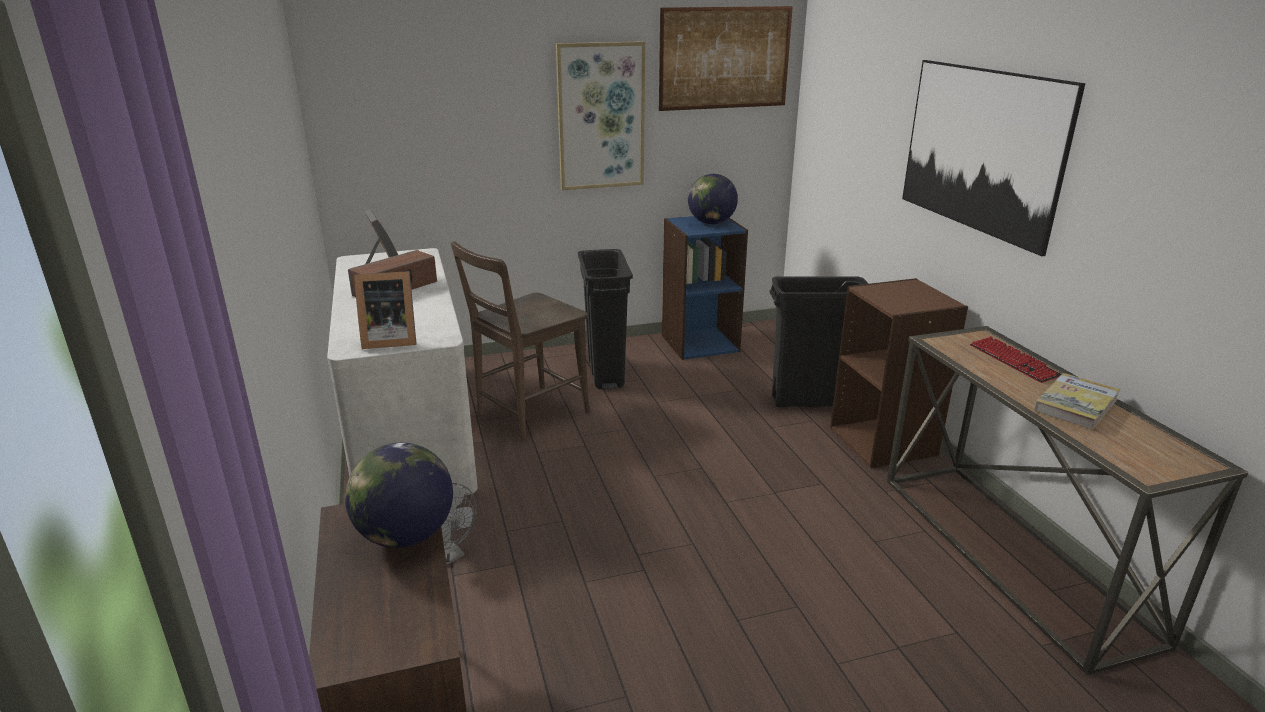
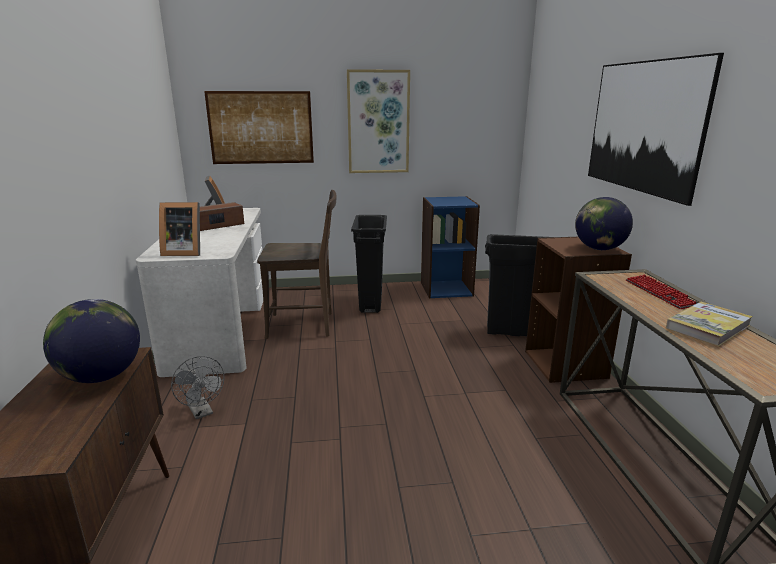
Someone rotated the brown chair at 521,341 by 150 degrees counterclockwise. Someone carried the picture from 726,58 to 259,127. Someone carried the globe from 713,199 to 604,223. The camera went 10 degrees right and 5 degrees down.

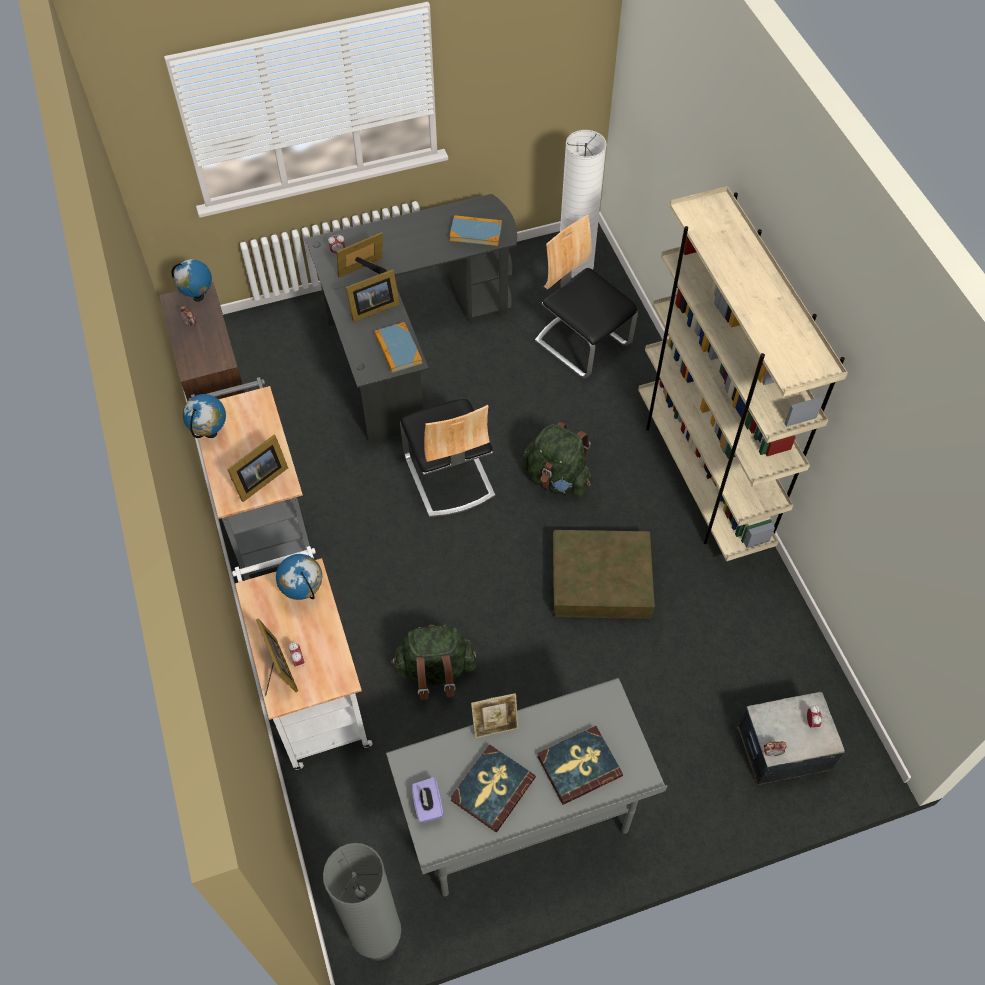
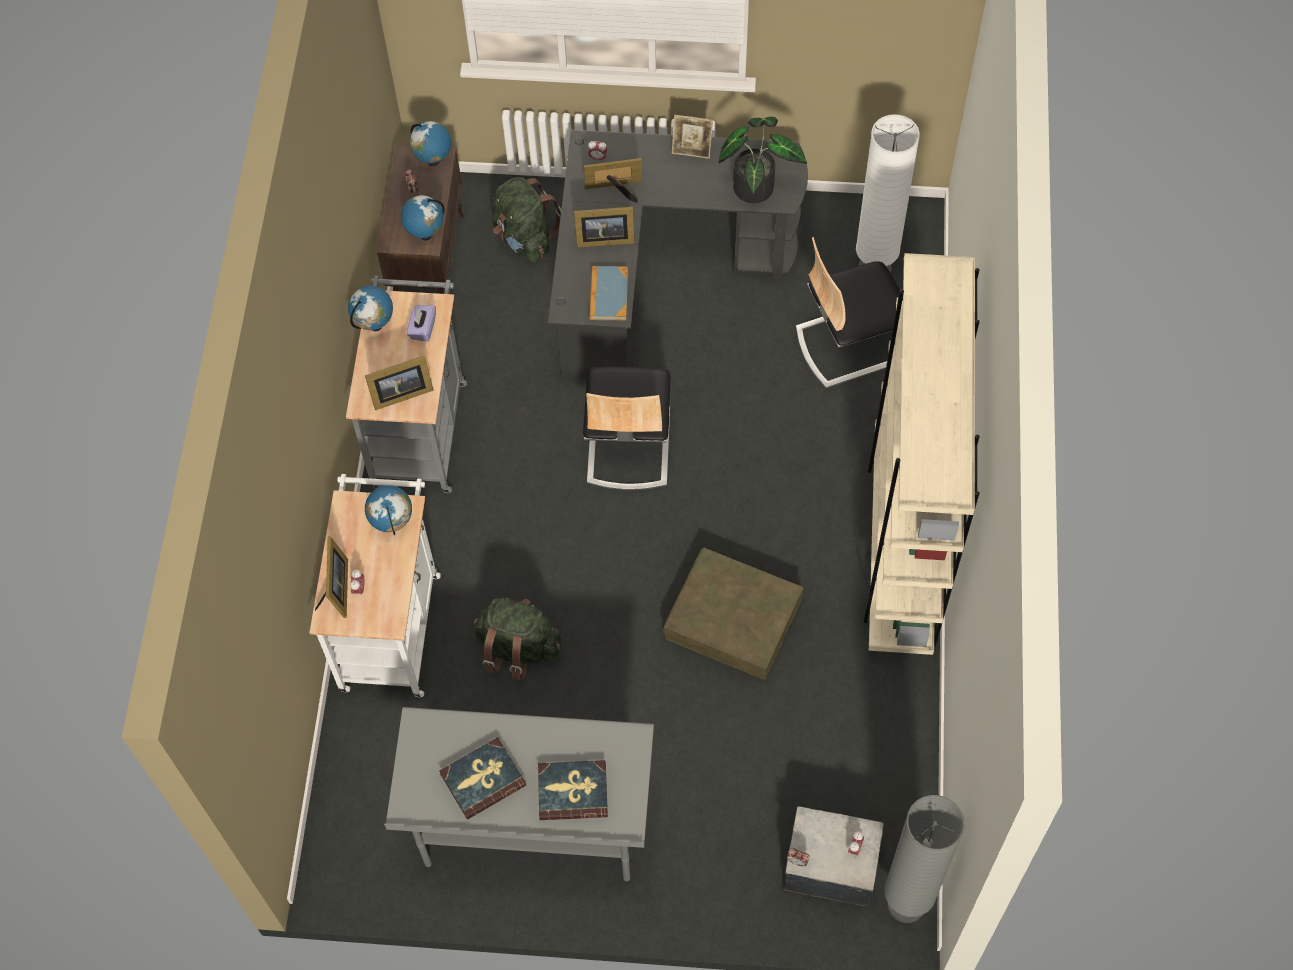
Someone carried the grey floor lamp from 362,902 to 925,859. Someone carried the purple tissue box from 428,800 to 421,323. Someone swapped the book at 475,230 for the potted plant at 763,160. Someone carried the picture frame from 494,716 to 692,137. Someone carried the green backpack from 556,459 to 526,219. Someone rotated the chair at 586,296 by 90 degrees counterclockwise. Someone put down the globe at 423,217. The camera went 25 degrees right and 5 degrees up.

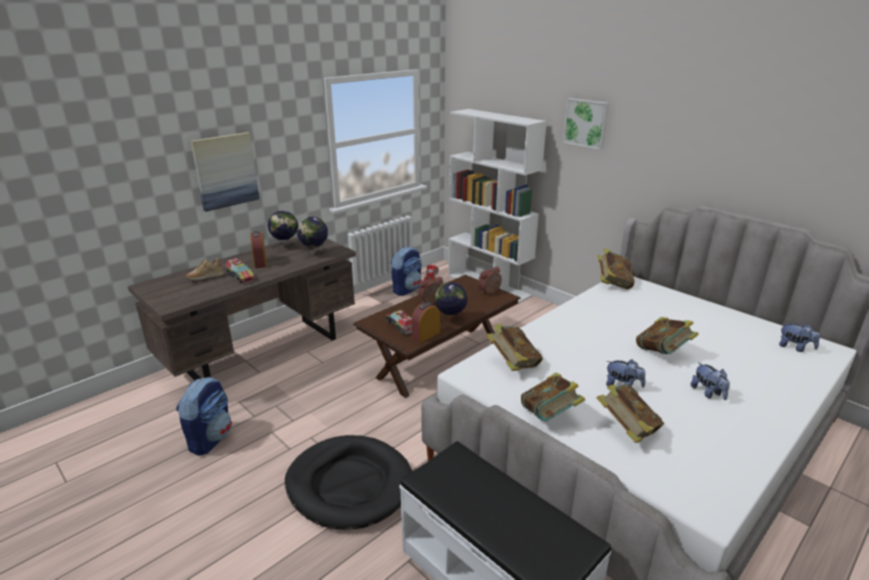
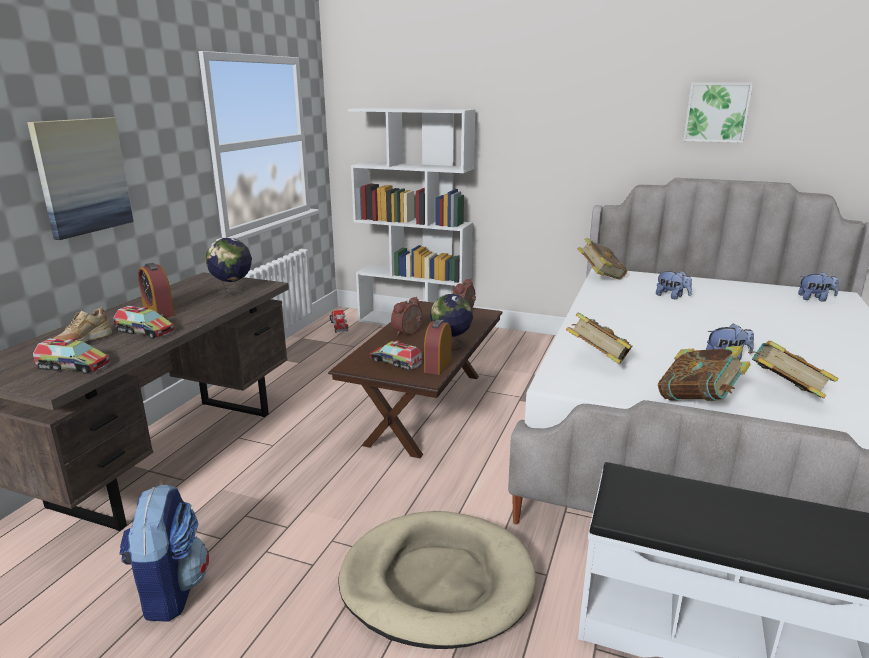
Someone took away the globe at 283,230. Someone repainted the black dog bed at 348,482, which became the beige dog bed at 437,580. Someone took away the backpack at 406,271. Someone carried the picture from 586,124 to 718,113. Someone took away the book at 667,335. Someone carried the plush toy from 710,381 to 674,285. Someone put down the toy truck at 71,356. The camera went 25 degrees left and 5 degrees down.

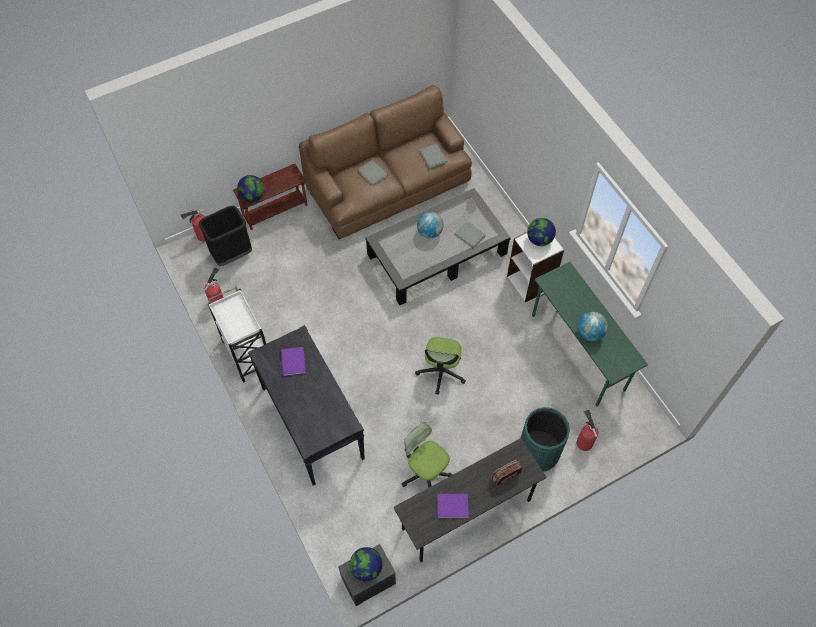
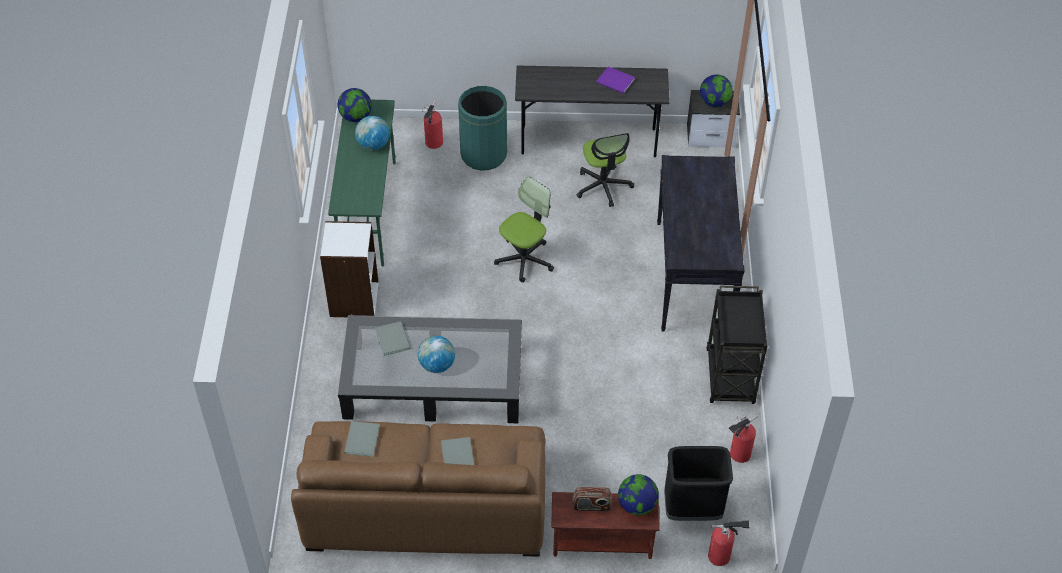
Someone repainted the white cart at 236,334, which became the black cart at 737,345. Someone took away the purple book at 293,361. Someone carried the radio from 506,472 to 592,499. Someone carried the globe from 541,232 to 355,105. The camera went 150 degrees left and 10 degrees down.

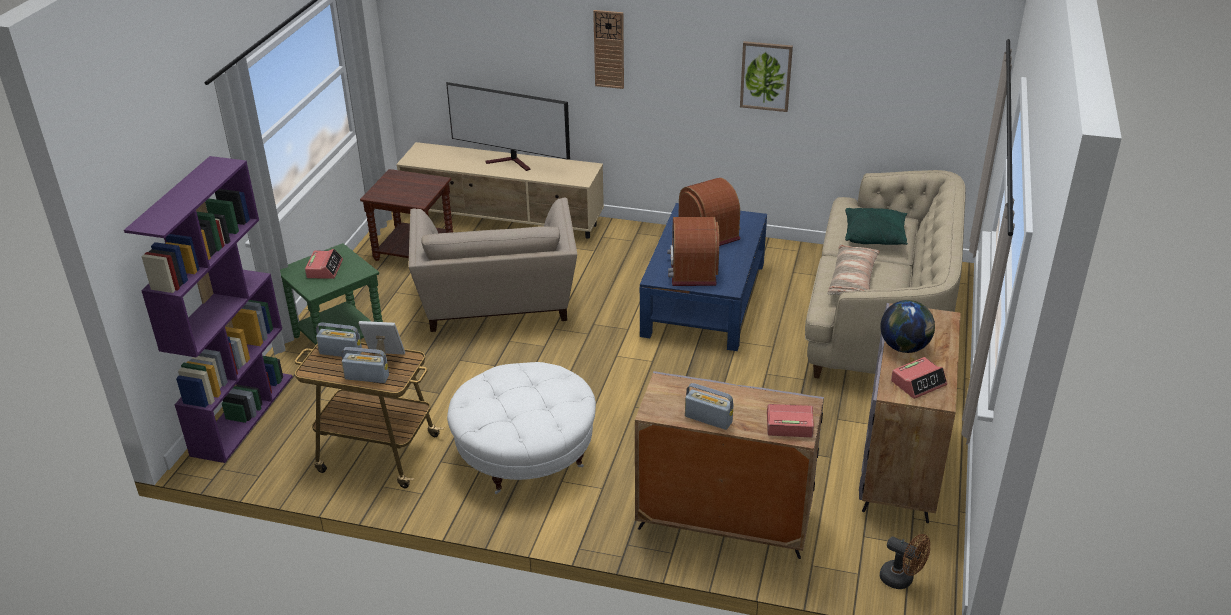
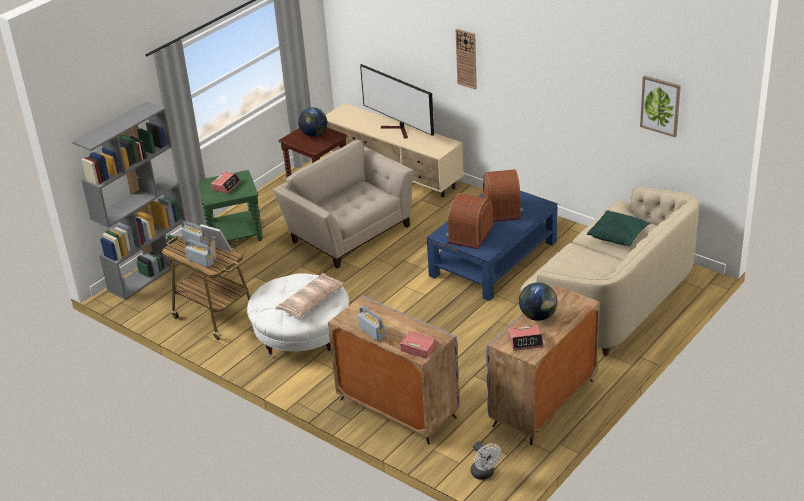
Someone repainted the purple bookcase at 208,309, which became the grey bookcase at 129,200. Someone rotated the beige armchair at 493,265 by 120 degrees clockwise. Someone carried the picture from 766,76 to 660,106. Someone carried the pillow from 853,270 to 310,296. Someone repainted the brown fan at 905,561, which became the white fan at 486,461. Someone put down the globe at 312,122. The camera went 25 degrees right and 0 degrees up.

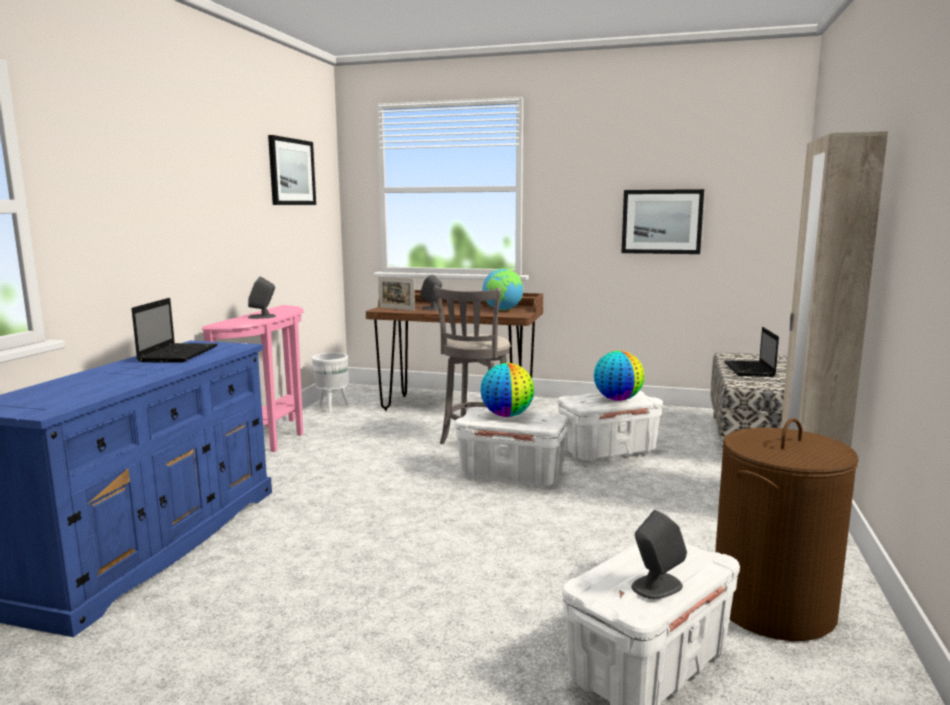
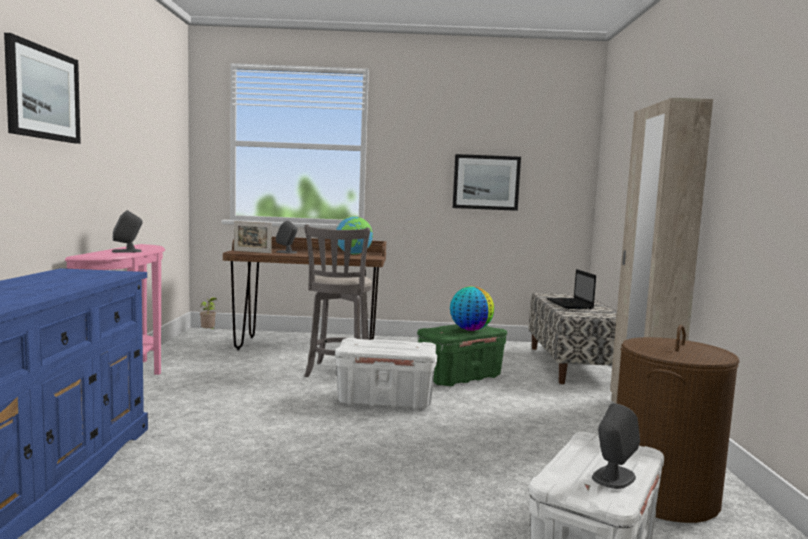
Someone took away the laptop at 175,330. Someone carried the picture from 292,170 to 42,88. Someone took away the white planter at 330,383. Someone took away the globe at 507,390. Someone repainted the white storage box at 610,426, which became the green storage box at 462,355. Someone put down the potted plant at 208,313. The camera went 15 degrees left and 5 degrees down.

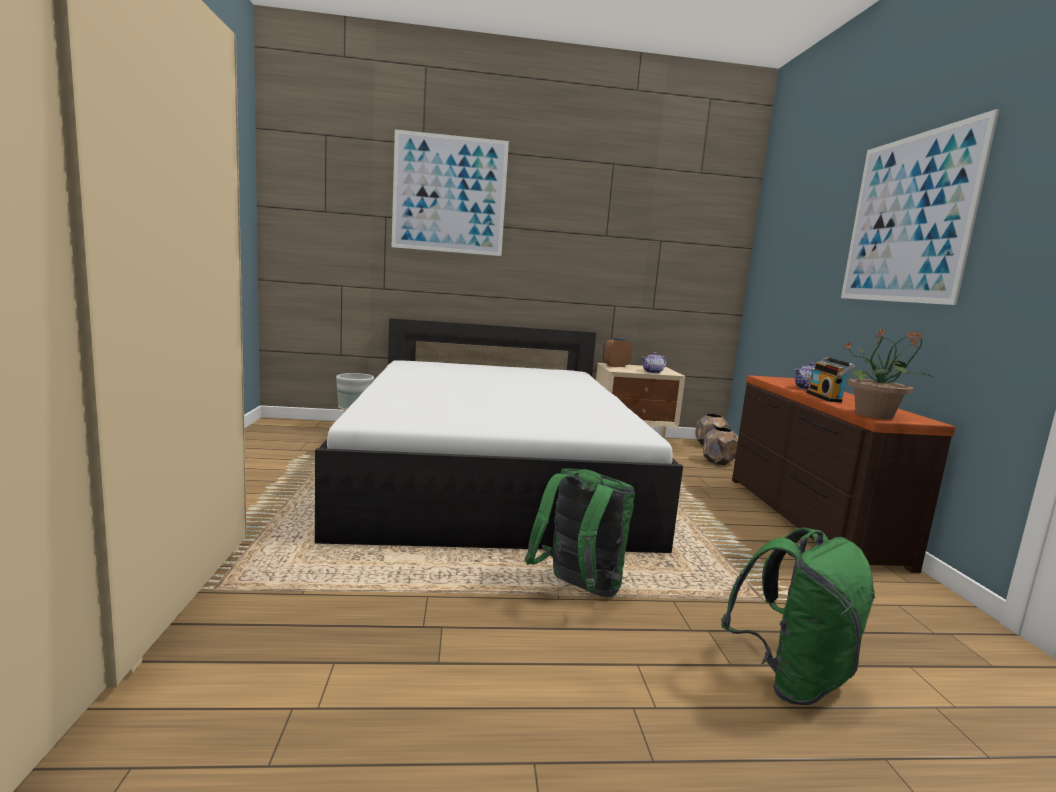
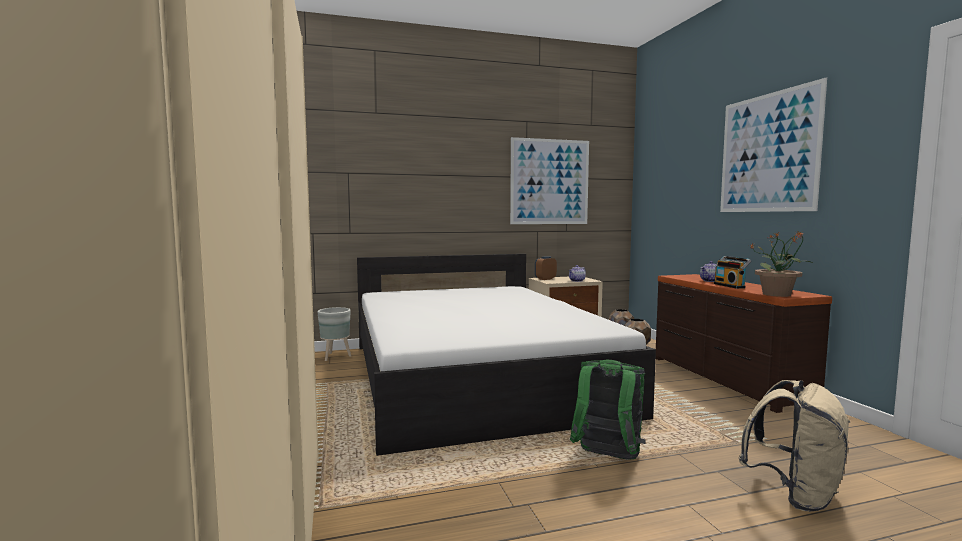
Someone carried the picture from 450,193 to 549,180. Someone repainted the green backpack at 798,616, which became the beige backpack at 794,446. The camera went 10 degrees left and 5 degrees down.

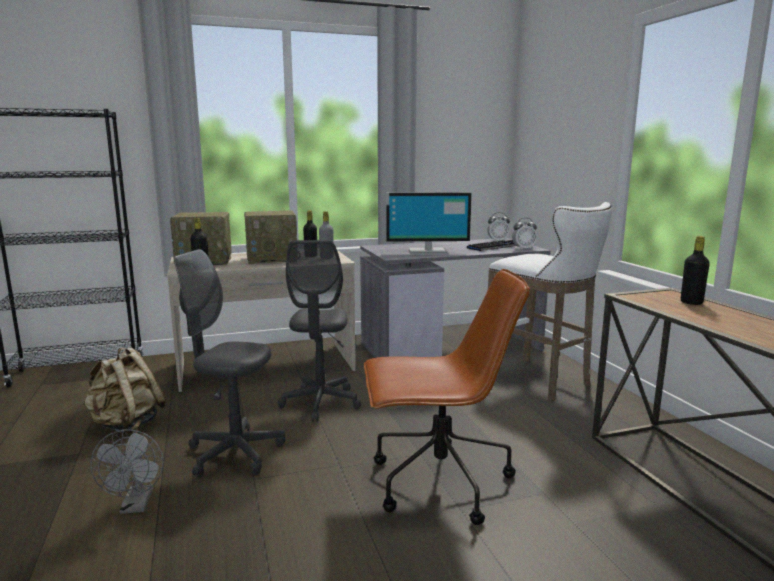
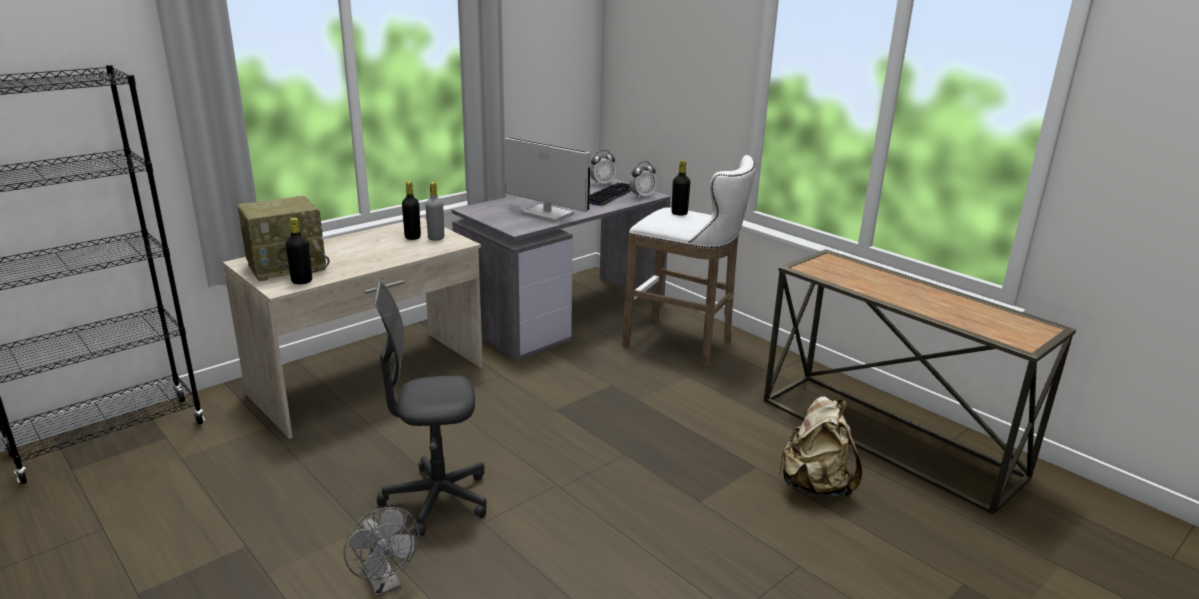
Someone carried the beige backpack from 124,391 to 820,446. Someone took away the radio at 270,237. Someone took away the grey office chair at 319,331. Someone took away the brown office chair at 447,397. Someone rotated the monitor at 429,223 by 120 degrees counterclockwise. Someone carried the black bottle from 695,270 to 680,188. The camera went 25 degrees left and 10 degrees up.

